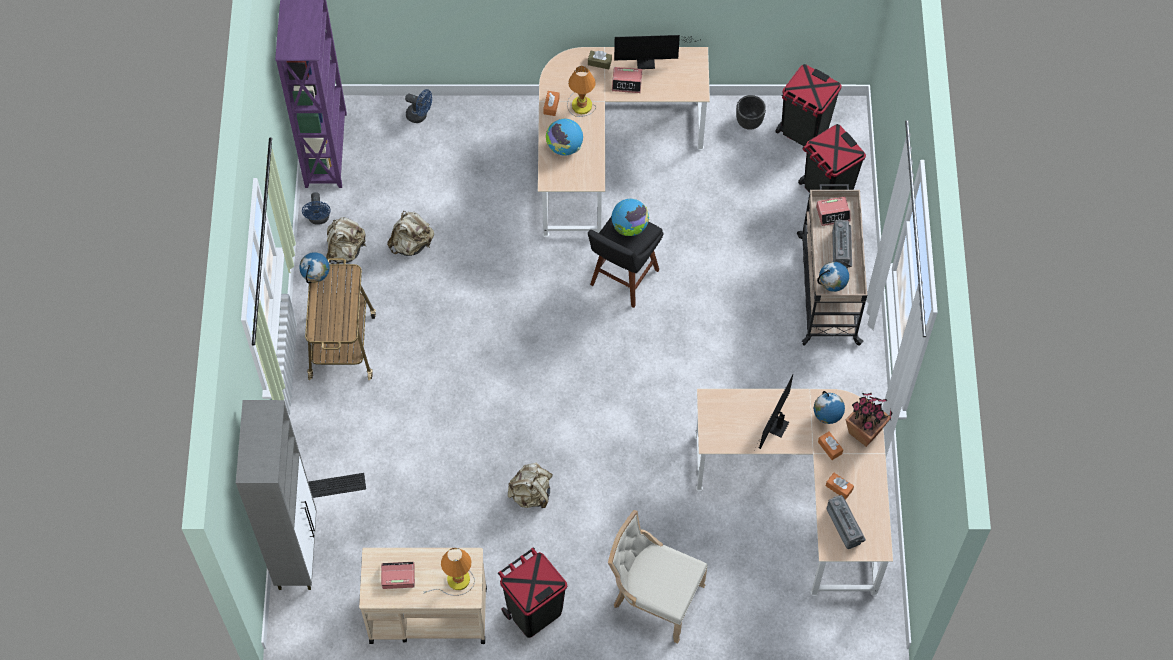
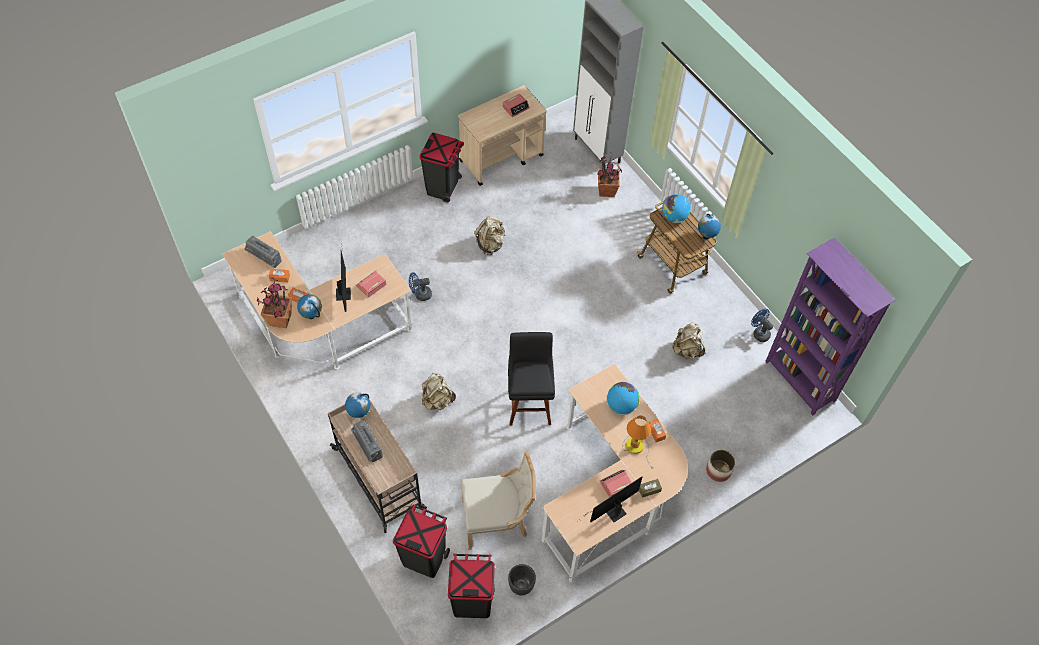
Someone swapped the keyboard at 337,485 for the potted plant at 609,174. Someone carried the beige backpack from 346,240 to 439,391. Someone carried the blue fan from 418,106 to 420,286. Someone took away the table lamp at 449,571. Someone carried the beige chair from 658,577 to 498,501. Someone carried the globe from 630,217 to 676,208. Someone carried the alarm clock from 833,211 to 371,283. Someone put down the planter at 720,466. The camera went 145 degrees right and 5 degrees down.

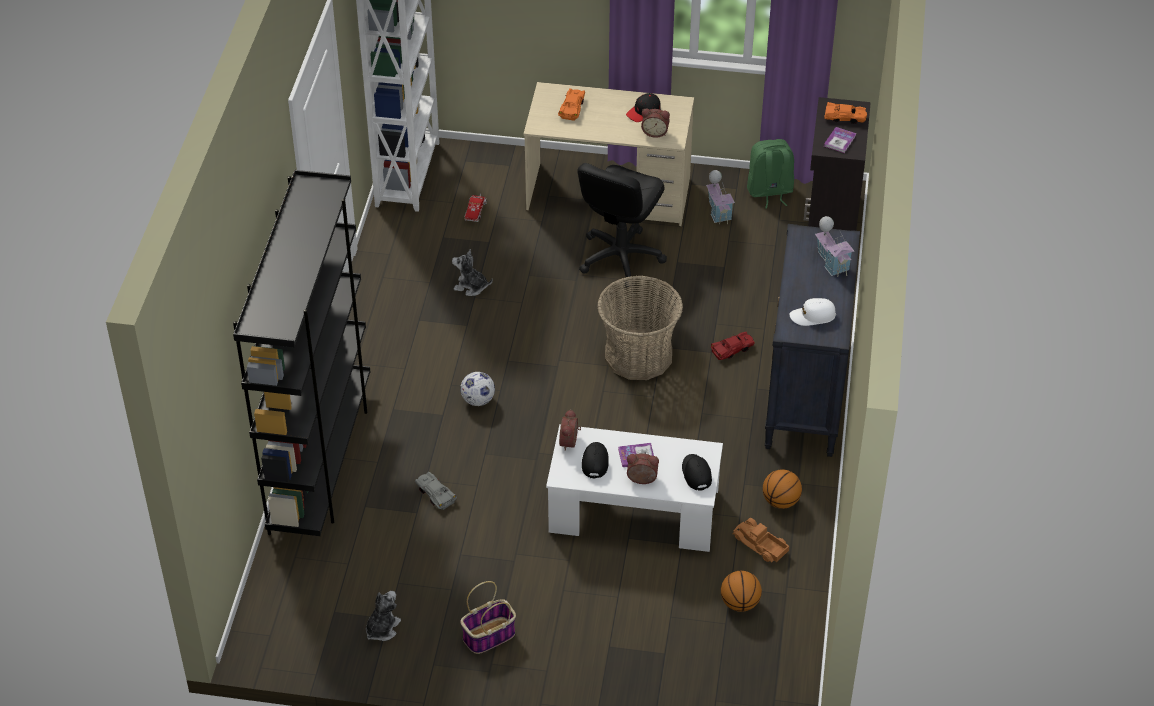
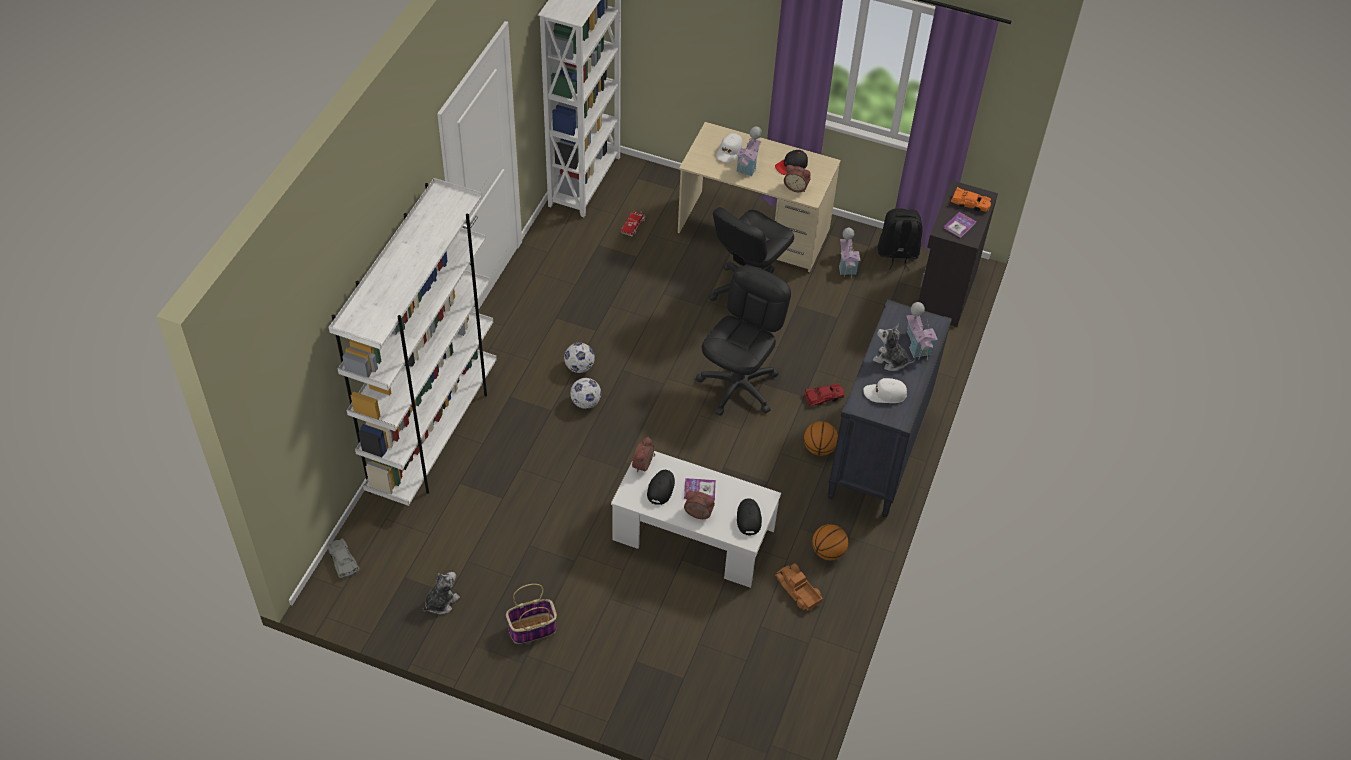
Someone repainted the black bookcase at 301,353, which became the white bookcase at 413,342. Someone carried the grey toy car from 436,491 to 343,558. Someone carried the plush toy from 472,272 to 894,347. Someone swapped the orange toy car at 571,104 for the white cap at 729,147. Someone swapped the basket at 640,328 for the black office chair at 743,340. Someone carried the basketball from 741,591 to 821,438. Someone repainted the green backpack at 770,174, which became the black backpack at 900,239. Someone put down the football at 579,358. Someone put down the toy house at 749,151. The camera went 10 degrees right and 5 degrees up.

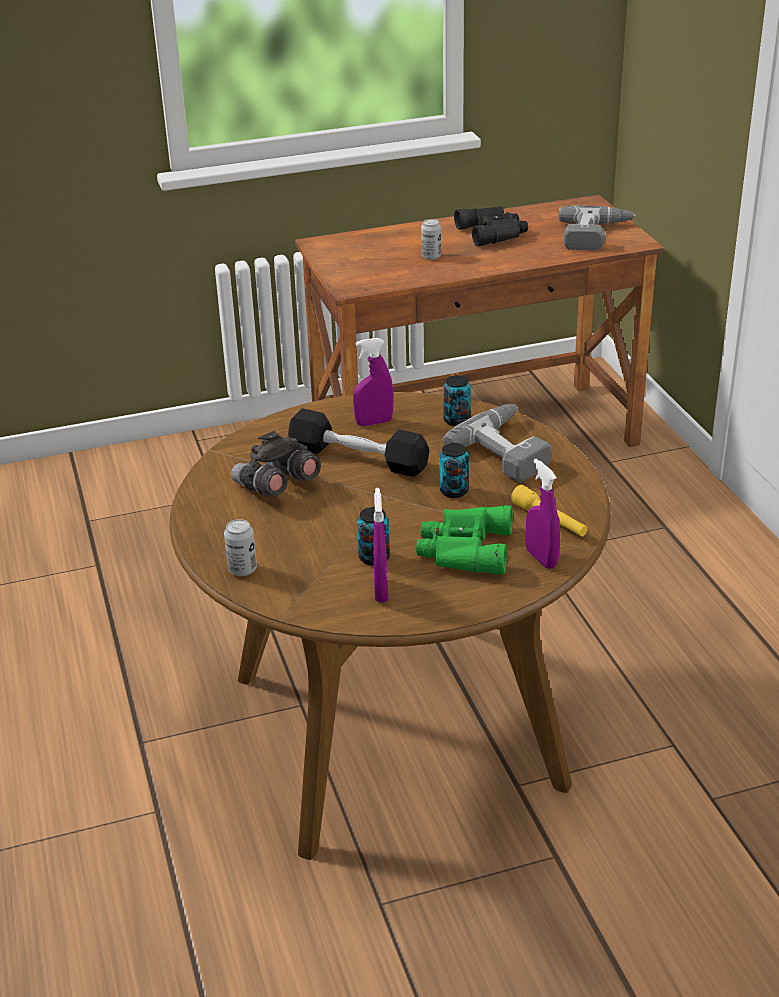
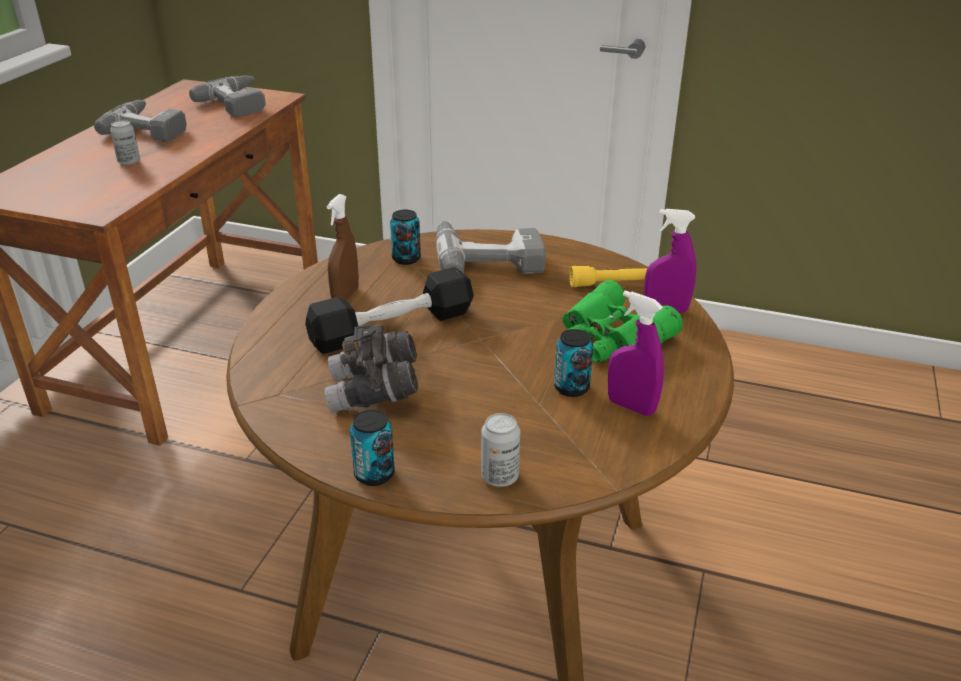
Someone repainted the purple spray bottle at 373,382, which became the brown spray bottle at 343,247. Someone carried the can from 454,470 to 372,448. Someone swapped the black binoculars at 491,226 for the power drill at 140,121. The camera went 55 degrees left and 0 degrees up.

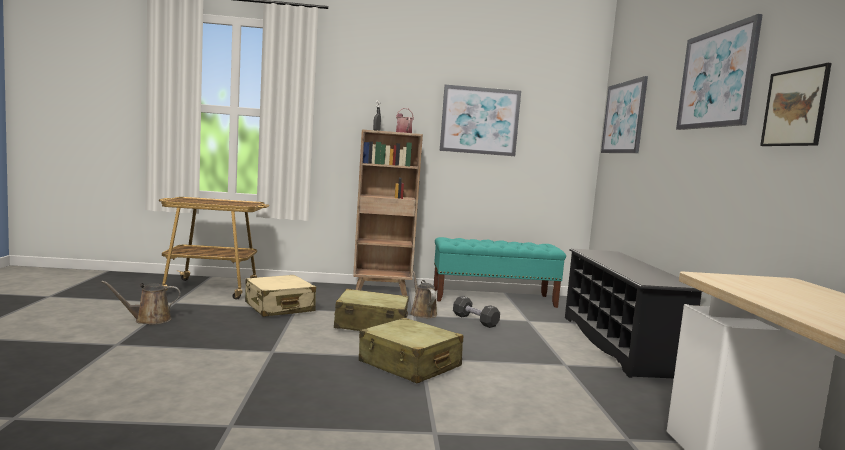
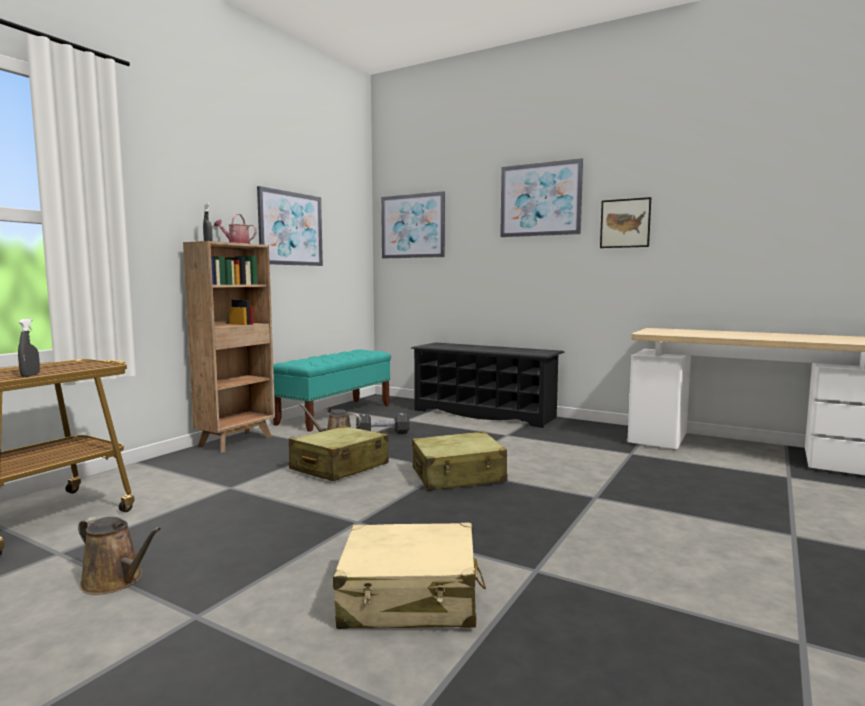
Someone rotated the brown watering can at 141,303 by 75 degrees counterclockwise. Someone carried the beige suitcase from 280,296 to 409,575. Someone put down the grey spray bottle at 29,347. The camera went 55 degrees left and 0 degrees up.

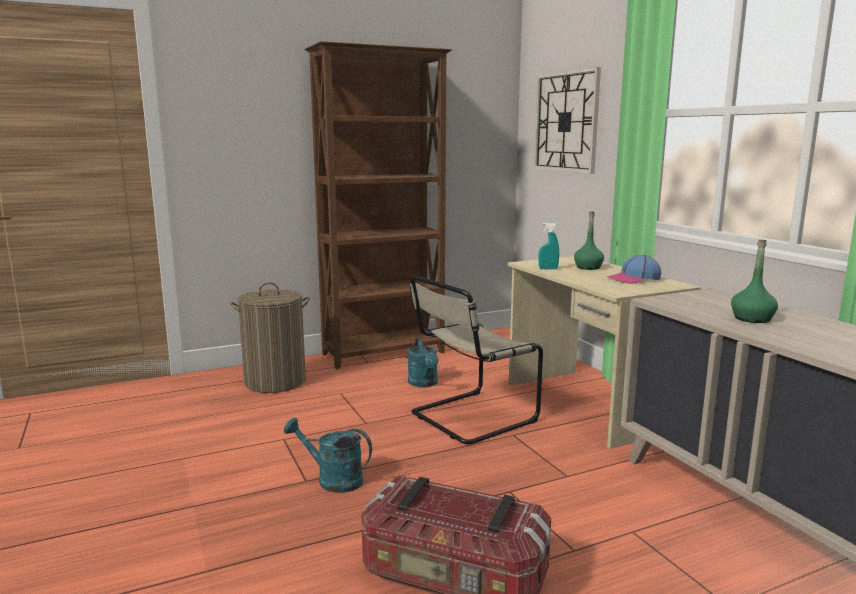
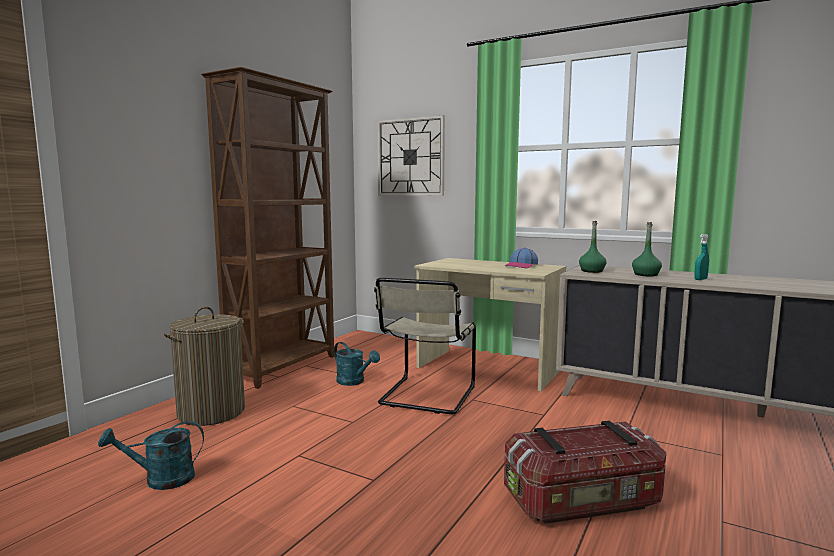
Someone carried the turquoise watering can from 328,455 to 151,455. Someone carried the turquoise spray bottle from 549,245 to 701,257. Someone carried the green bottle from 589,240 to 593,247. The camera went 35 degrees left and 5 degrees down.

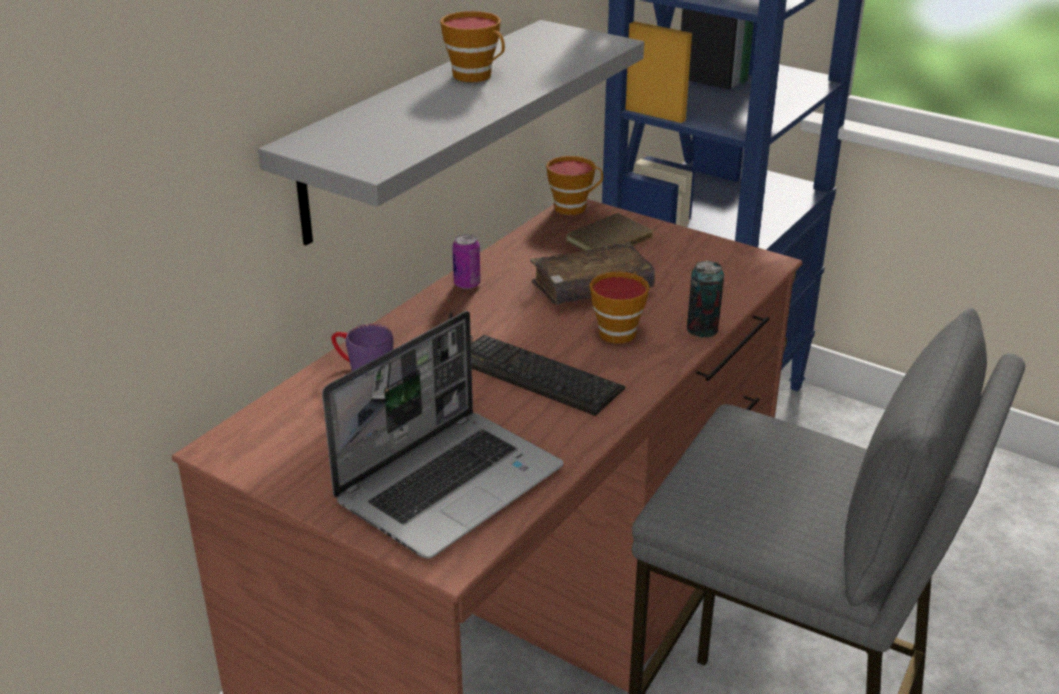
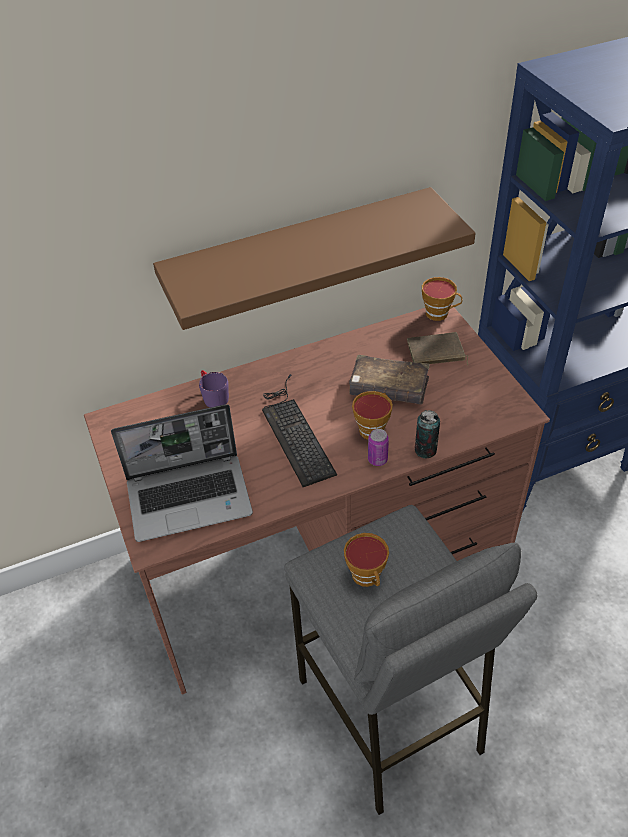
Someone repainted the grey shelf at 451,132, which became the brown shelf at 314,258. Someone carried the cup from 472,46 to 366,560. Someone carried the can from 466,261 to 378,447. The camera went 35 degrees right and 15 degrees up.

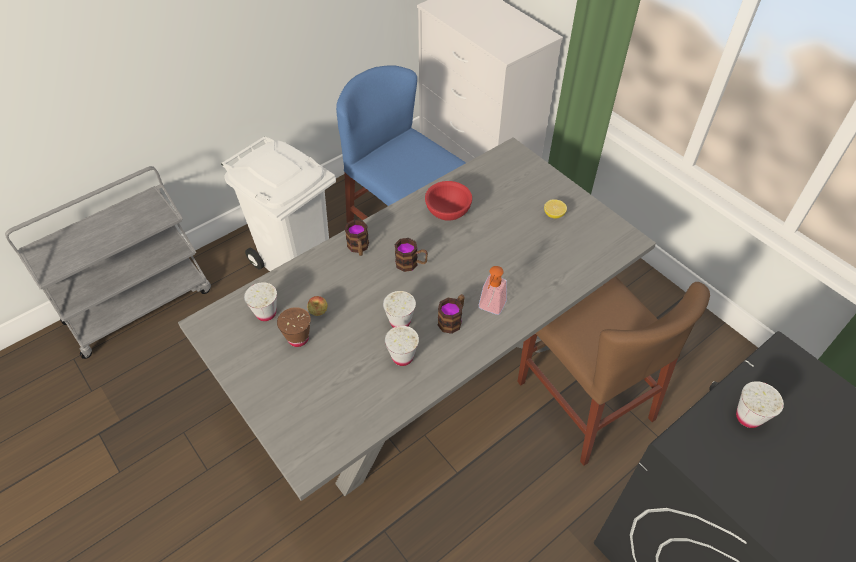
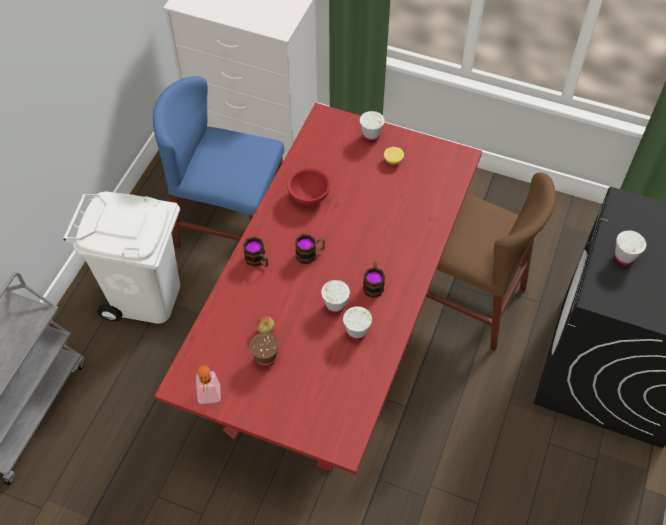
Someone repainted the grey dining table at 417,319, which became the red dining table at 318,289. Someone carried the white cup from 260,302 to 372,126. Someone carried the soap dispenser from 493,290 to 208,384. The camera went 30 degrees left and 5 degrees up.

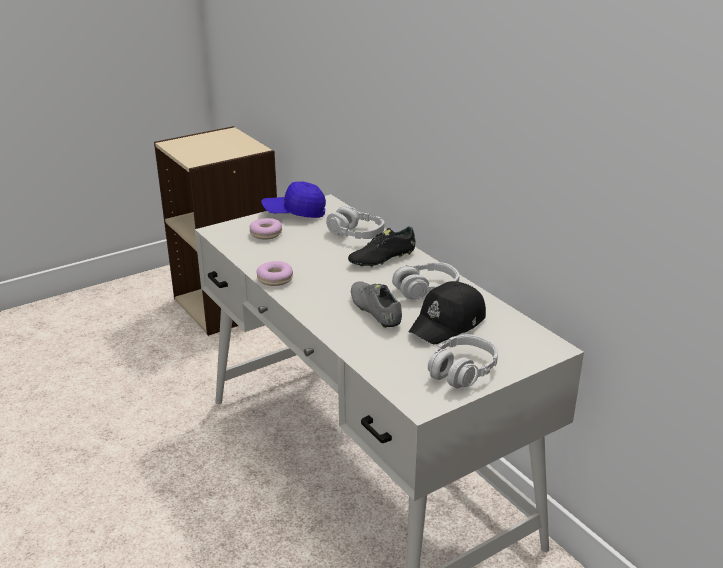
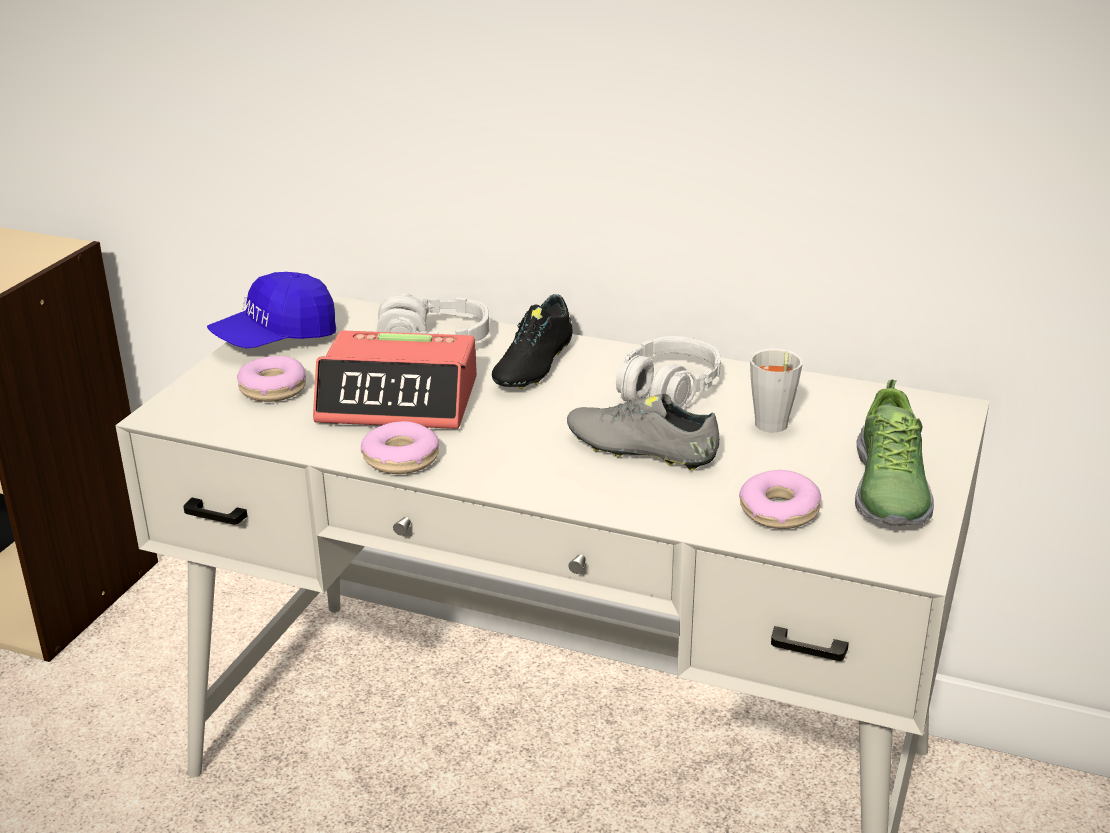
Someone swapped the black cap at 447,312 for the grey cup at 776,391. Someone swapped the grey headphones at 463,361 for the shoe at 894,452. Someone put down the alarm clock at 395,379. Someone put down the donut at 780,499. The camera went 35 degrees left and 0 degrees up.

